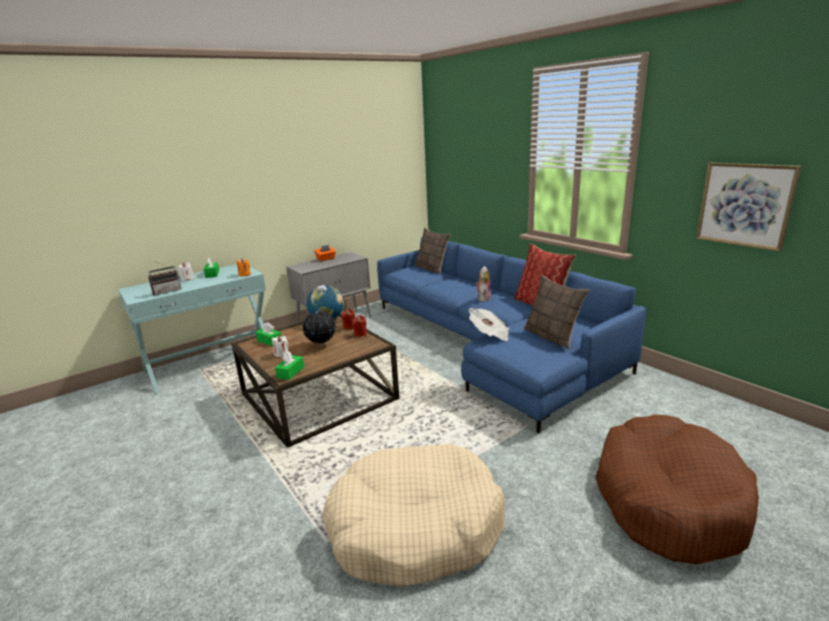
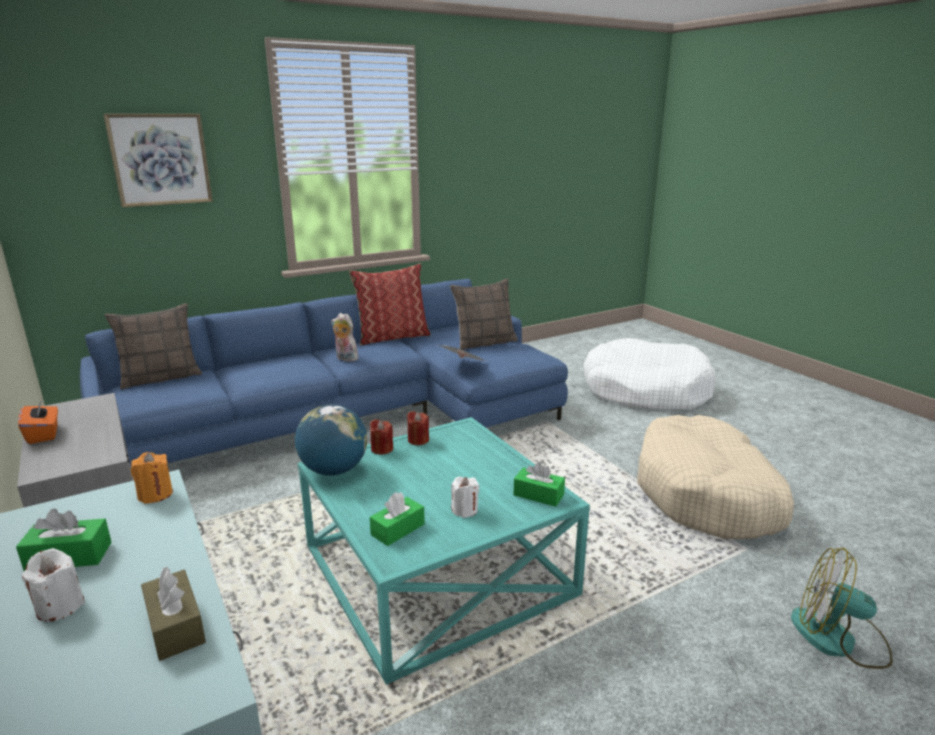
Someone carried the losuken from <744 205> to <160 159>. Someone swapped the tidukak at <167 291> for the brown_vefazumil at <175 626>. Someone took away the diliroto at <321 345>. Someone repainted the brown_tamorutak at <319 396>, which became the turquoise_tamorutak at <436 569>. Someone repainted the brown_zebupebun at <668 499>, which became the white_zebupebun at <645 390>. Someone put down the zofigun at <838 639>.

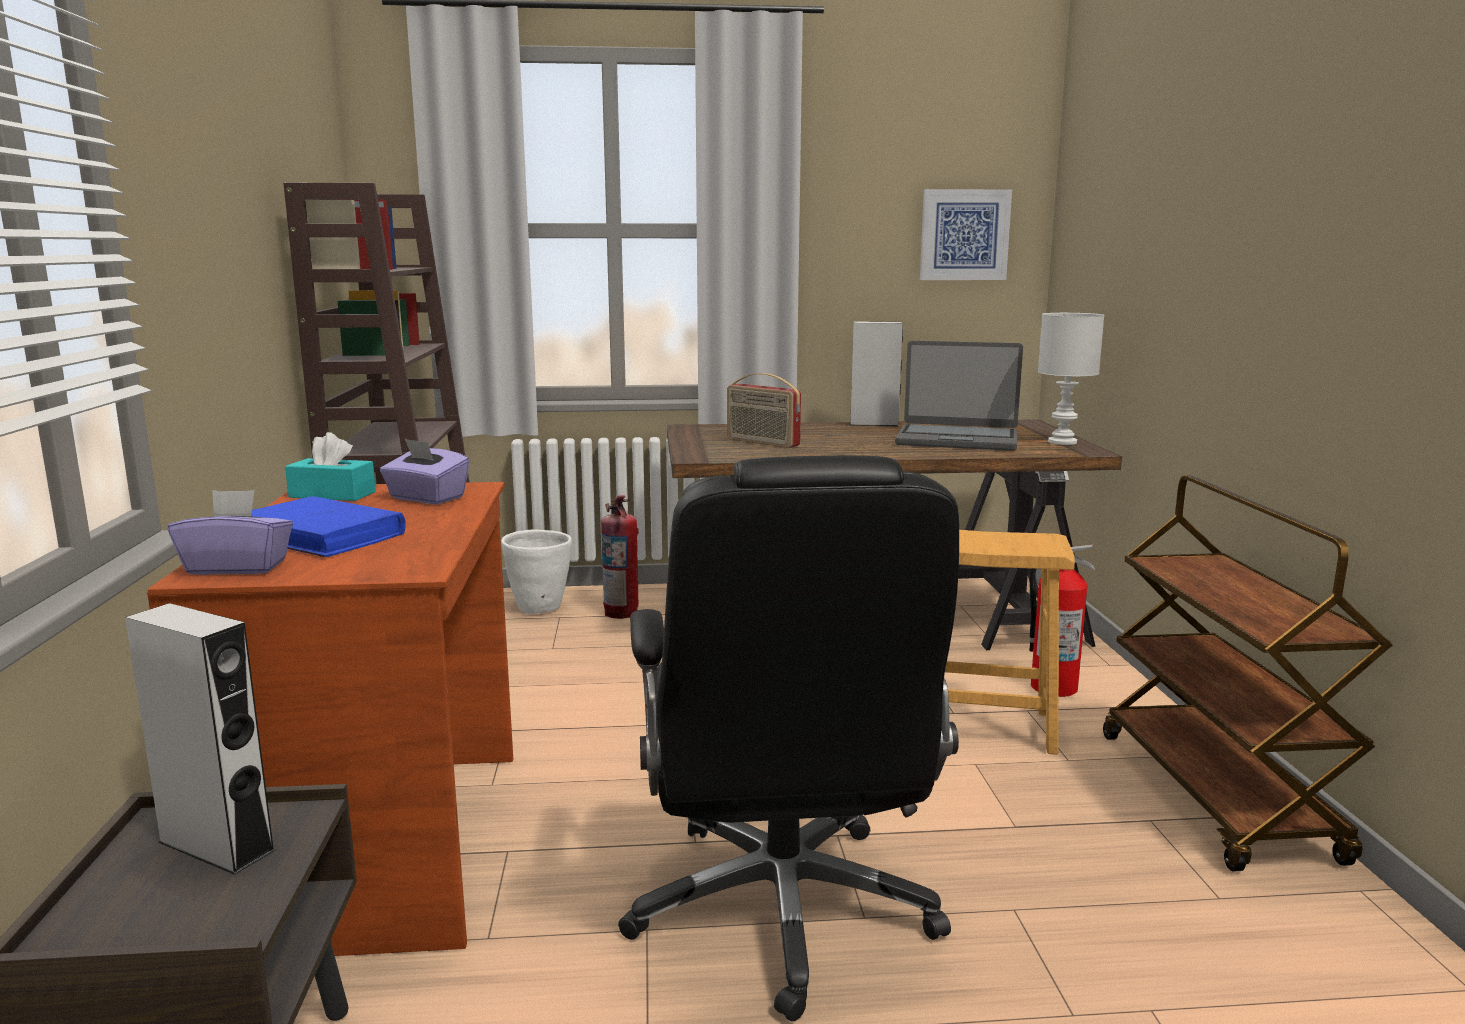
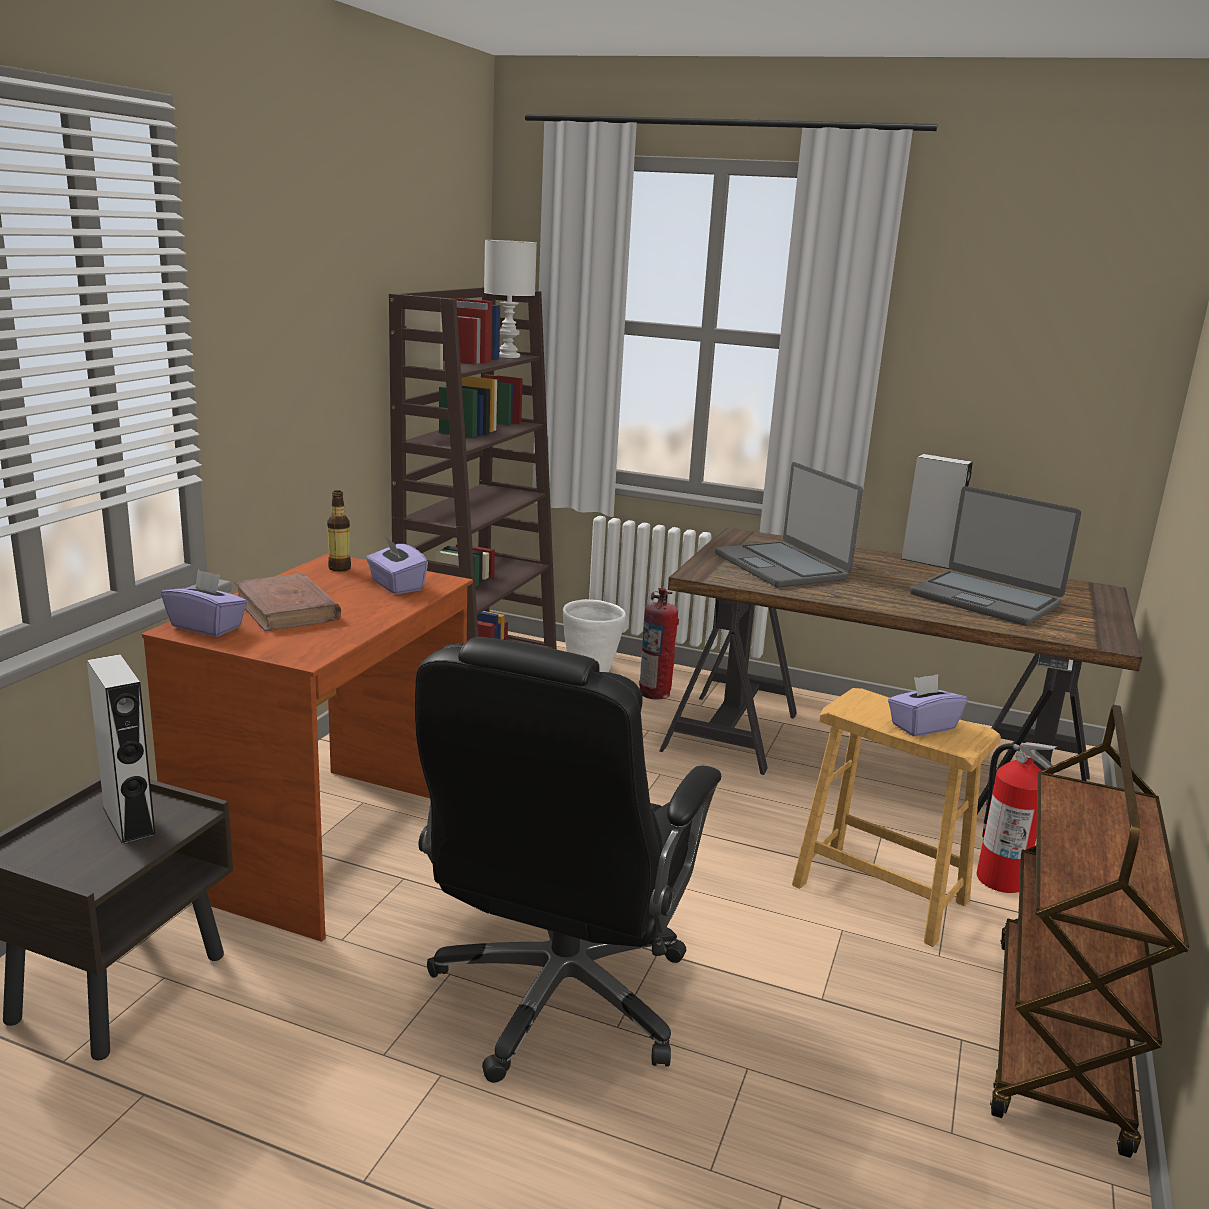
Someone took away the losuken at <964 235>. Someone carried the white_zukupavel from <1062 442> to <507 356>. Someone swapped the tidukak at <762 443> for the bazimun at <782 566>. Someone swapped the turquoise_vefazumil at <332 494> for the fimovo at <339 568>. Someone repainted the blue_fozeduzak at <321 535>, which became the brown_fozeduzak at <287 609>. Someone put down the purple_vefazumil at <922 726>.

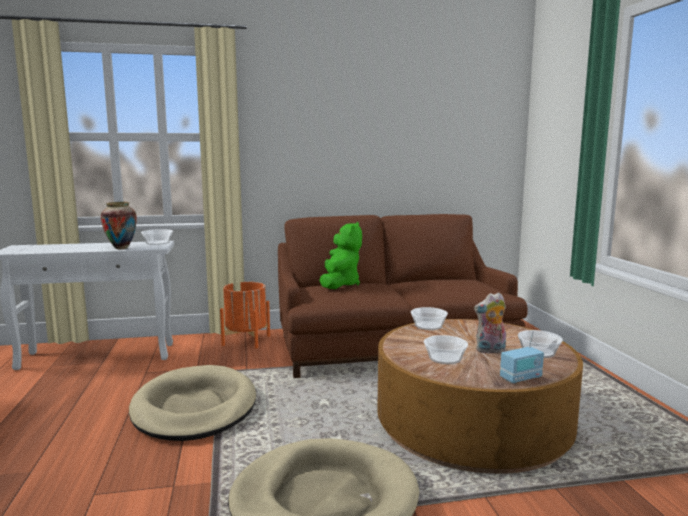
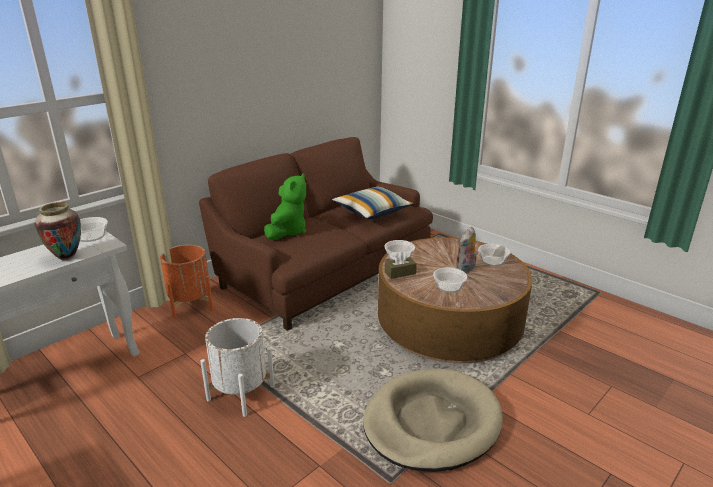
Someone rotated the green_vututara at <339 284> by 45 degrees clockwise. Someone took away the tidukak at <521 378>. Someone swapped the beige_zebupebun at <194 408> for the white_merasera at <241 393>. Someone put down the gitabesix at <372 211>. Someone put down the brown_vefazumil at <400 273>.

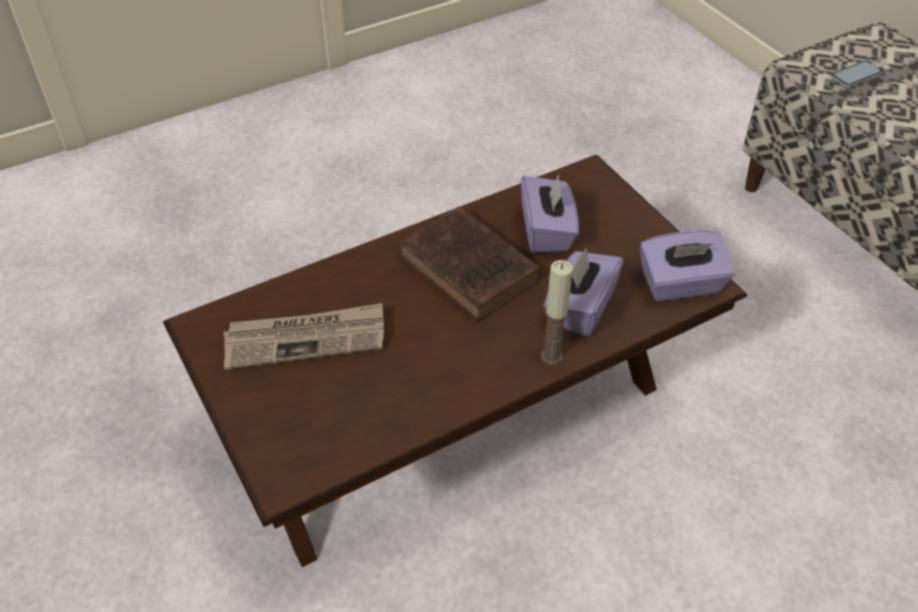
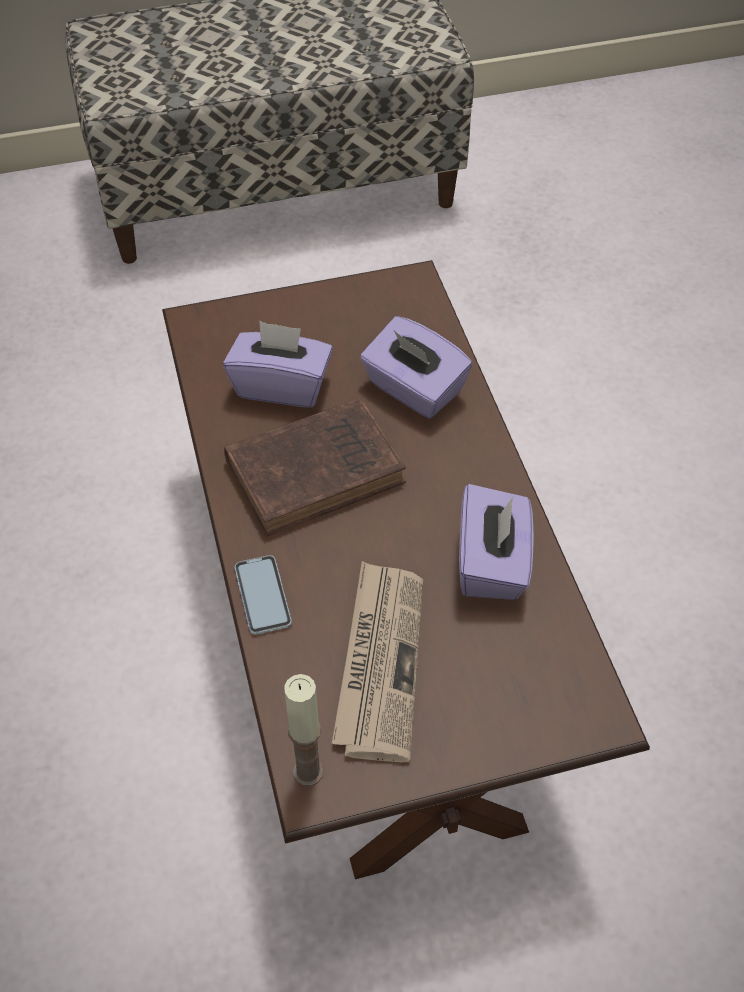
Someone carried the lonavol from <856 75> to <263 596>. Someone carried the purple_vefazumil from <680 285> to <492 563>. Someone carried the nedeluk from <551 356> to <308 772>.

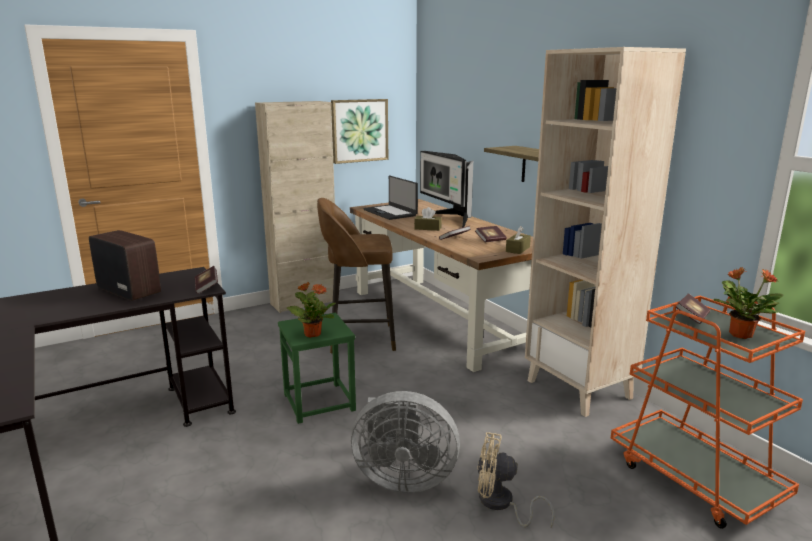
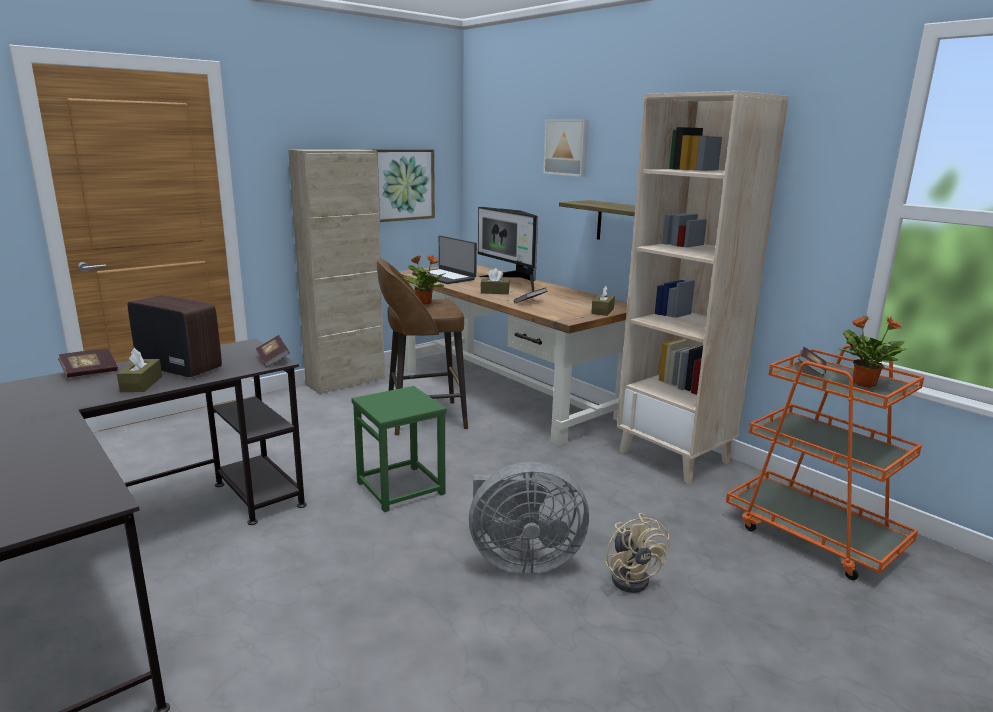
Someone carried the fozeduzak from <490 240> to <90 372>. Someone carried the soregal from <312 334> to <423 303>. Someone rotated the beige_zofigun at <501 504> by 105 degrees counterclockwise. Someone put up the losuken at <567 147>. Someone put down the brown_vefazumil at <141 384>.

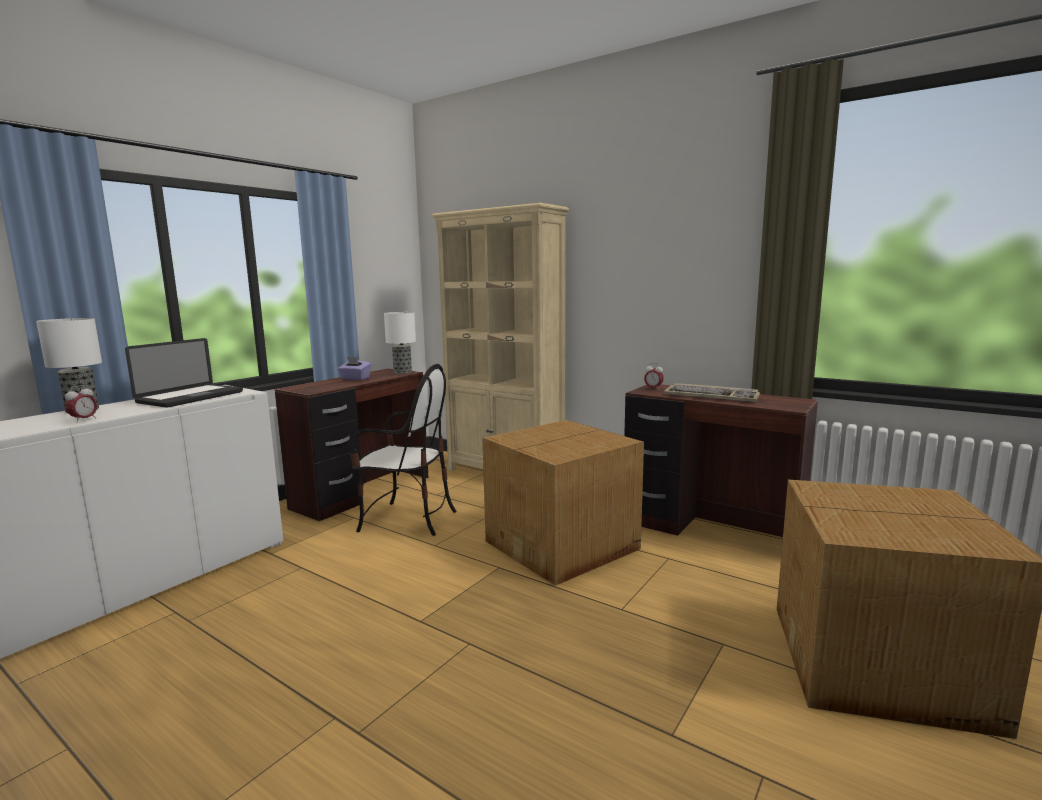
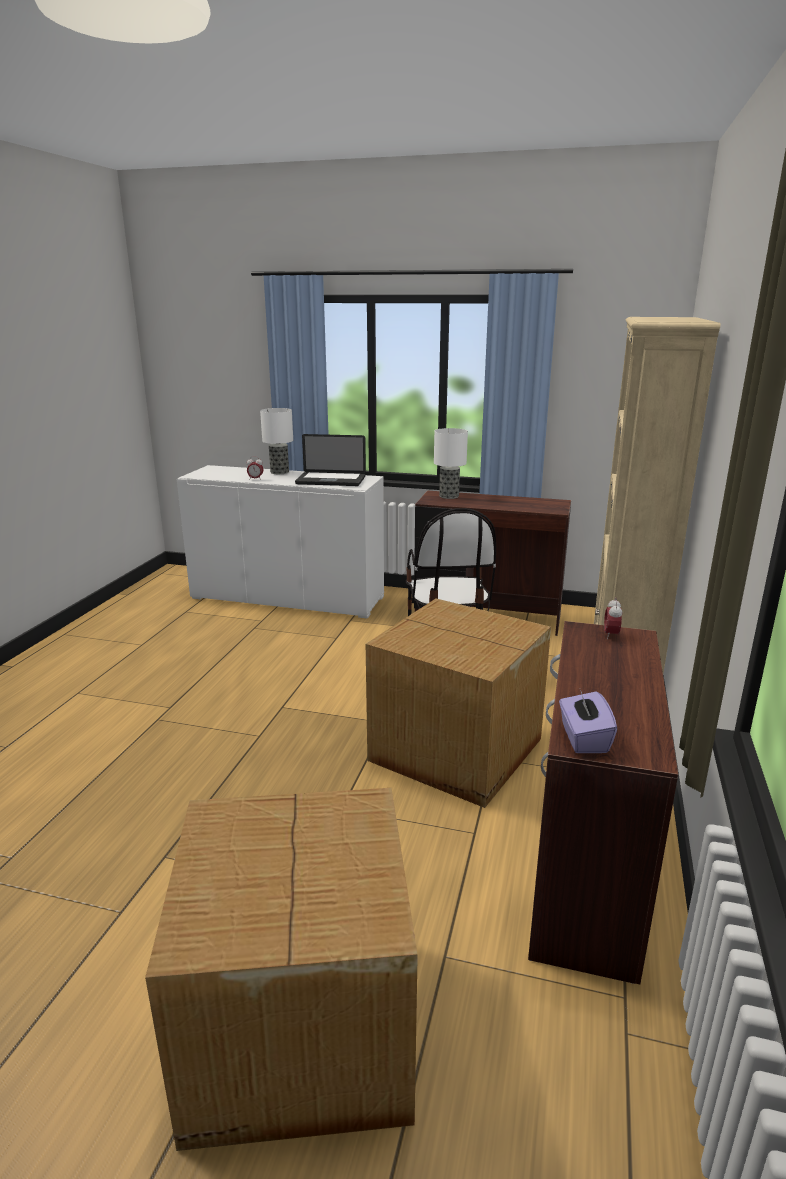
Someone carried the zukupavel from <403 372> to <449 496>. Someone carried the purple_vefazumil from <355 379> to <583 738>. Someone took away the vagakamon at <712 396>.

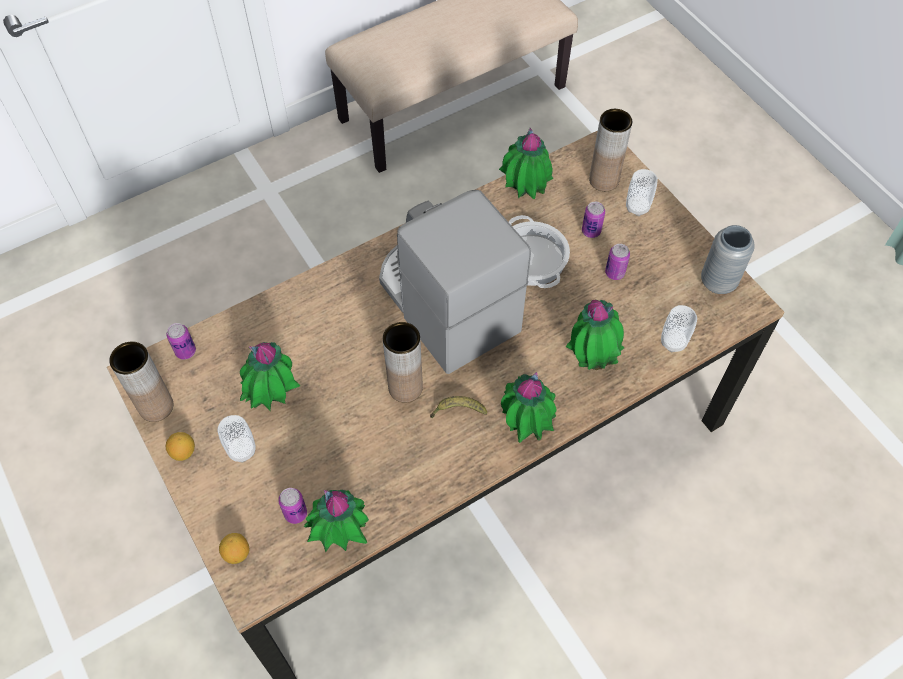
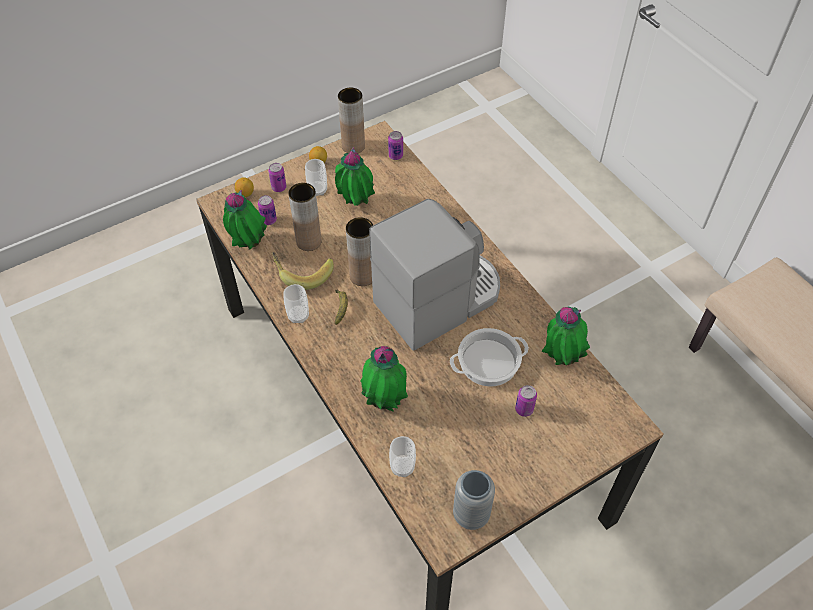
Someone carried the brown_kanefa from <604 180> to <308 241>. Someone carried the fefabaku from <637 207> to <298 316>. Someone carried the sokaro from <614 273> to <279 187>. Someone took away the soregal at <524 428>. Someone put down the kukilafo at <303 274>.

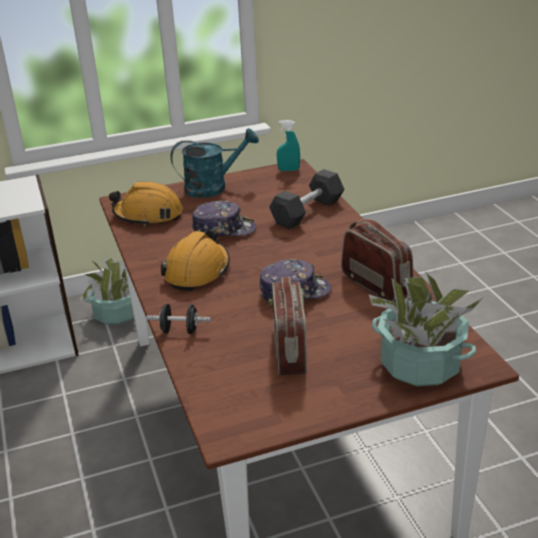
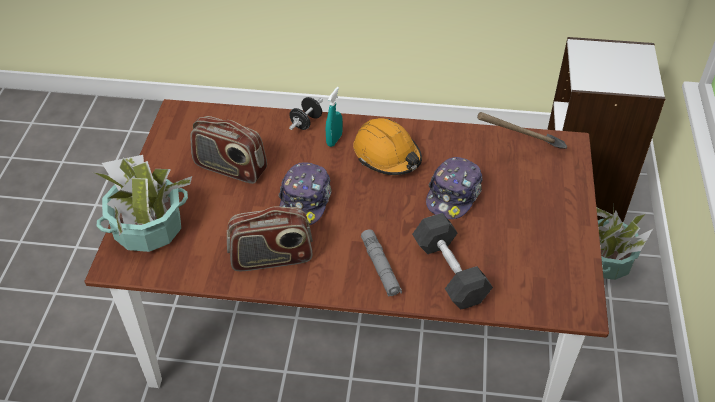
Someone carried the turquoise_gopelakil from <288 170> to <334 140>. Someone took away the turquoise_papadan at <213 187>. Someone swapped the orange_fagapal at <148 215> for the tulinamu at <521 154>. Someone put down the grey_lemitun at <380 267>.

